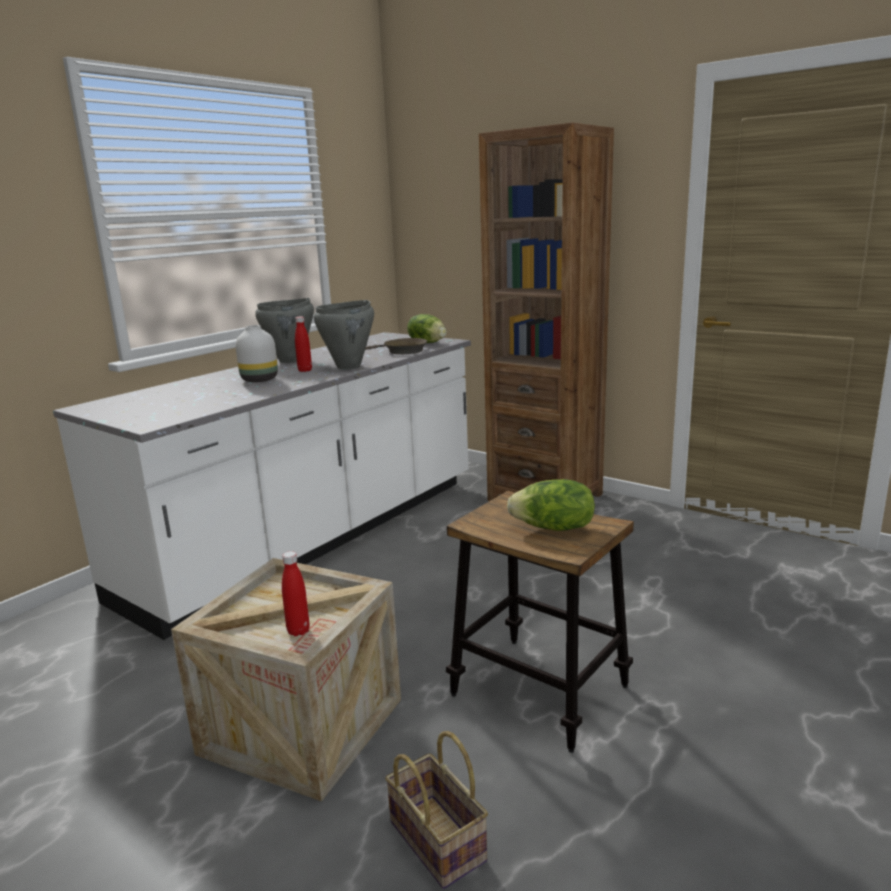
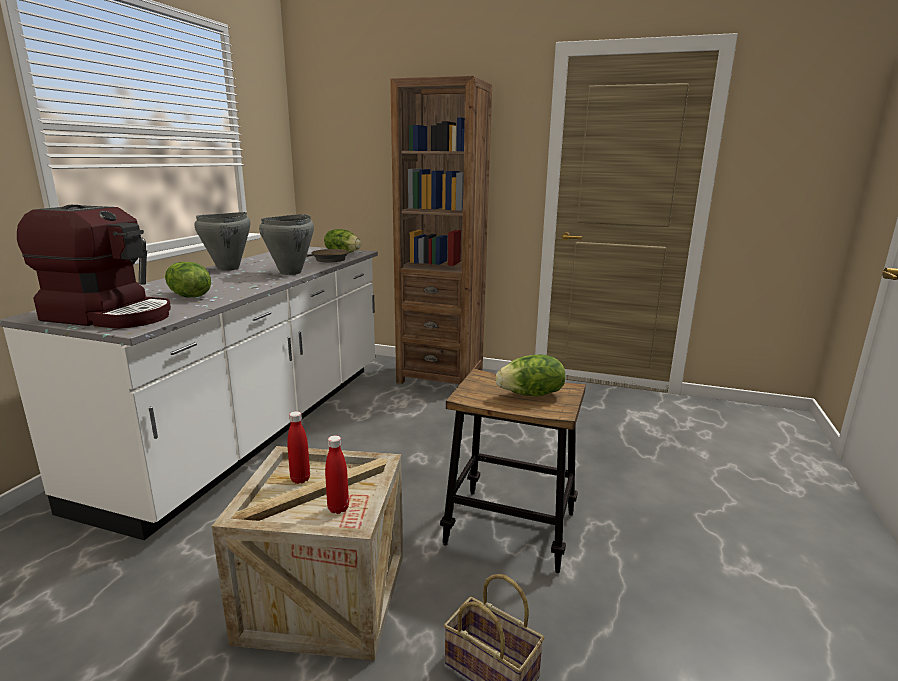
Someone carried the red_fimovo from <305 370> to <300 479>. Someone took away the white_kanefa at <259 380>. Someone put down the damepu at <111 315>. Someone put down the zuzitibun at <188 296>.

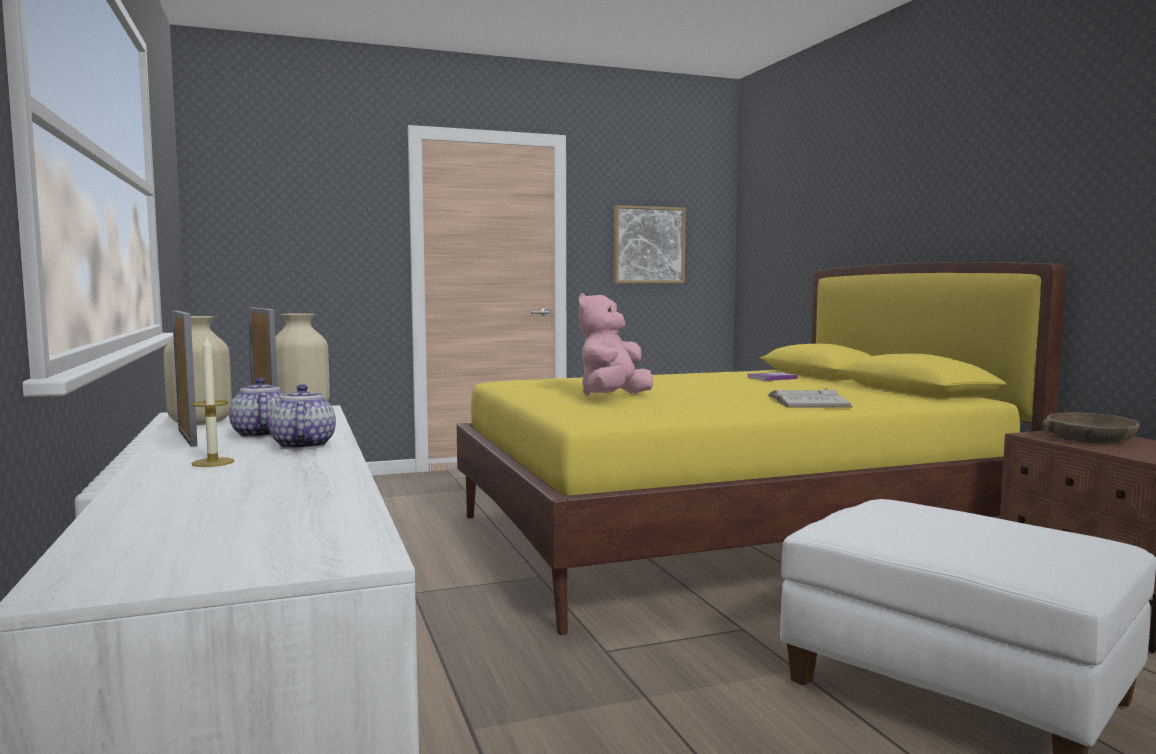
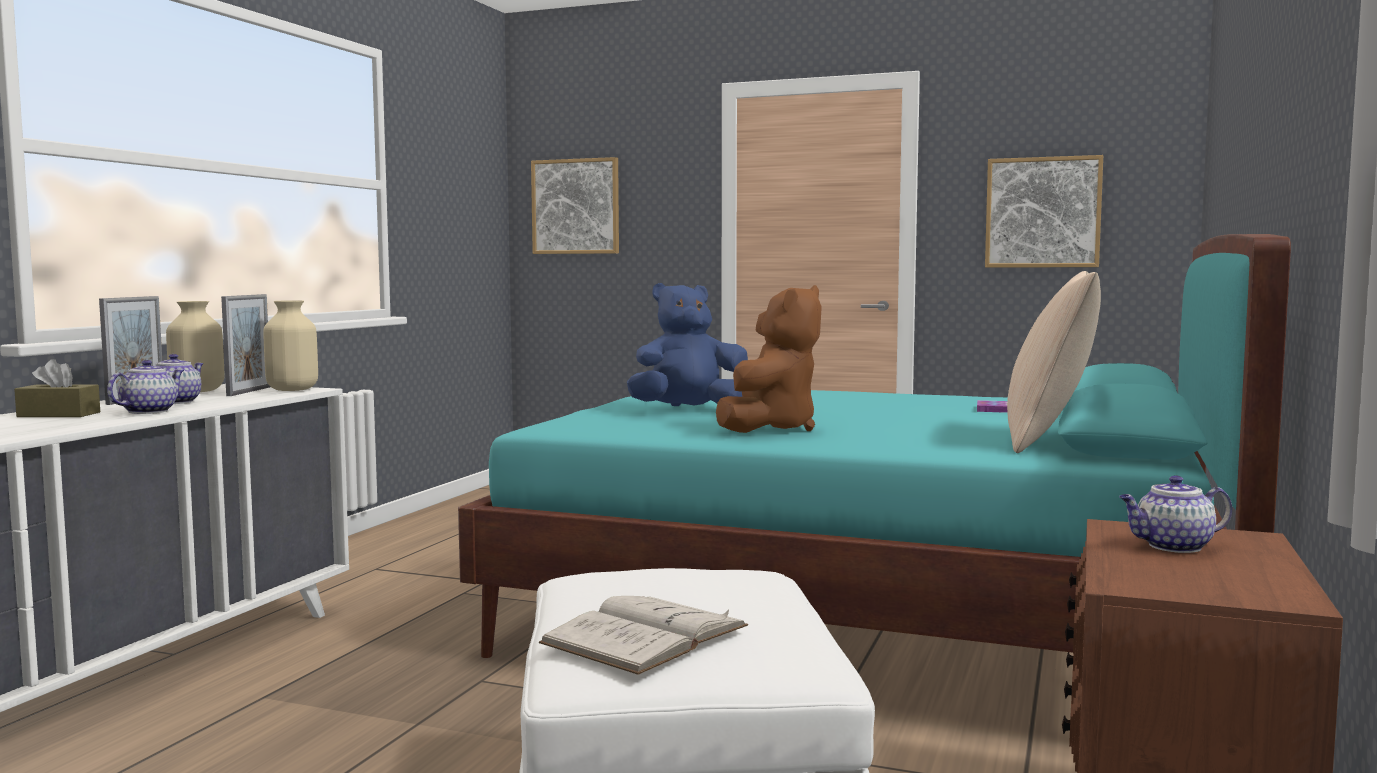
Someone repainted the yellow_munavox at <724 538>, which became the turquoise_munavox at <867 621>. Someone repainted the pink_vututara at <613 397>, which became the blue_vututara at <688 410>. Someone swapped the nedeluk at <213 462> for the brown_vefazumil at <59 414>. Someone carried the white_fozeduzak from <808 401> to <645 634>. Someone swapped the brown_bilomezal at <1090 440> for the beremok at <1172 547>. Someone put up the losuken at <576 206>. Someone put down the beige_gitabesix at <1048 440>. Someone put down the brown_vututara at <770 428>.

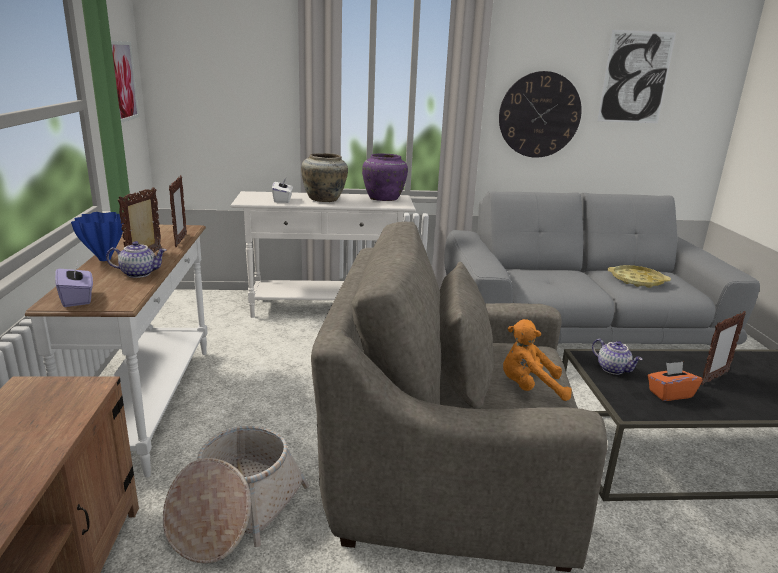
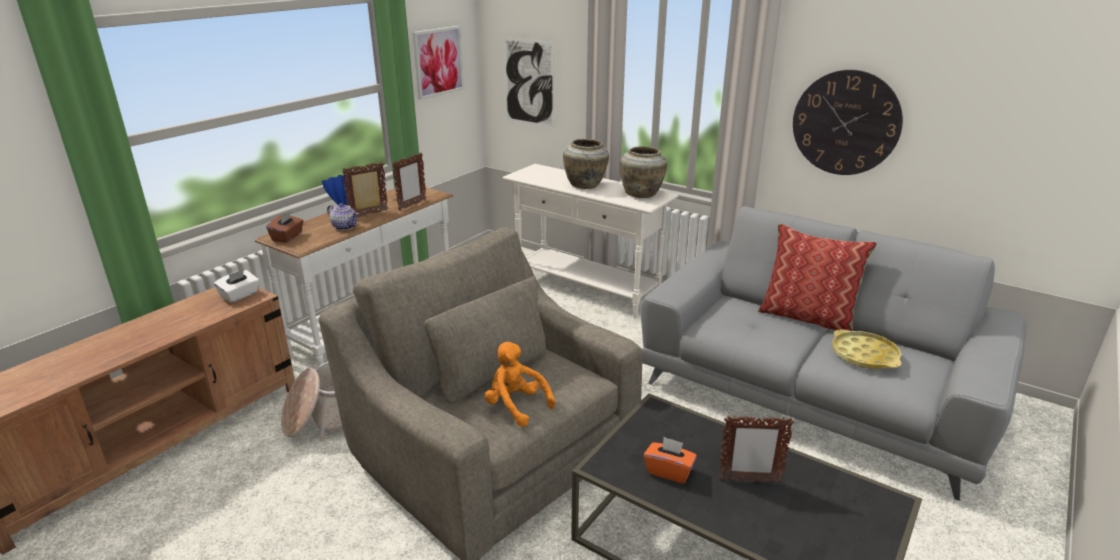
Someone carried the losuken from <635 77> to <528 82>. Someone repainted the purple_kanefa at <384 199>, which became the beige_kanefa at <642 194>. Someone carried the white_vefazumil from <283 200> to <240 295>. Someone repainted the purple_vefazumil at <77 299>, which became the brown_vefazumil at <288 237>. Someone took away the beremok at <613 369>. Someone put down the gitabesix at <807 317>.

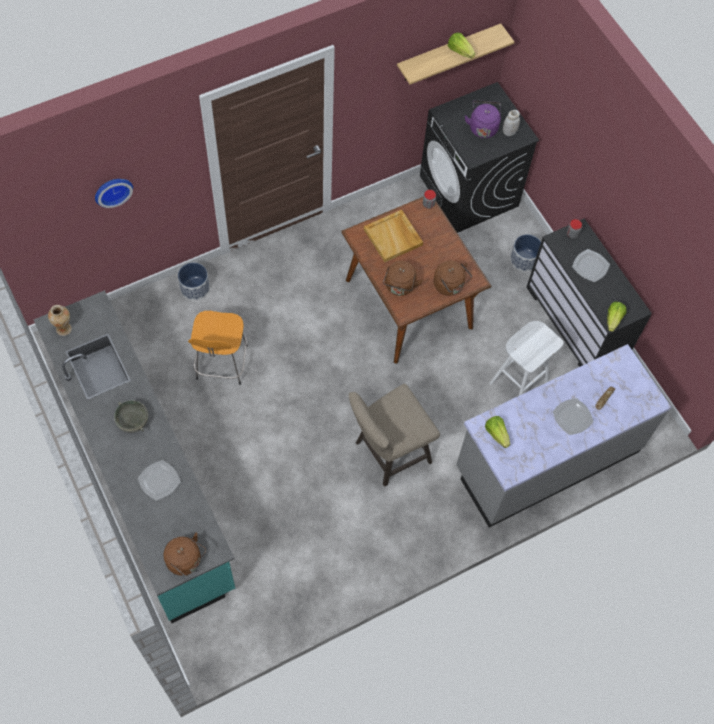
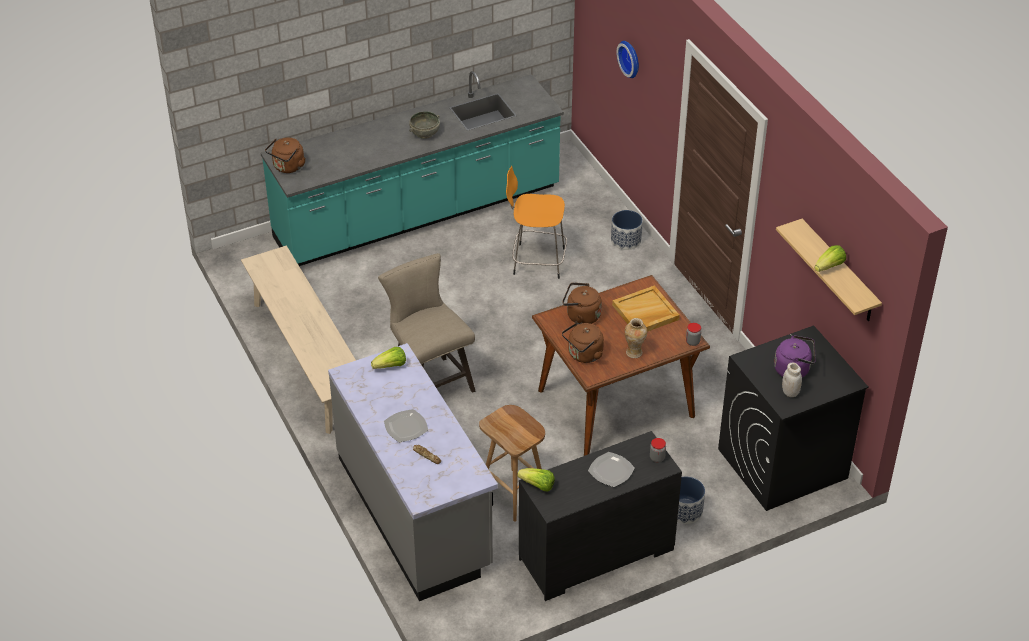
Someone carried the kanefa from <64 329> to <634 353>. Someone repainted the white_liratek at <518 381>, which became the brown_liratek at <515 495>. Someone took away the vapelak at <159 480>. Someone put down the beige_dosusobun at <308 360>.

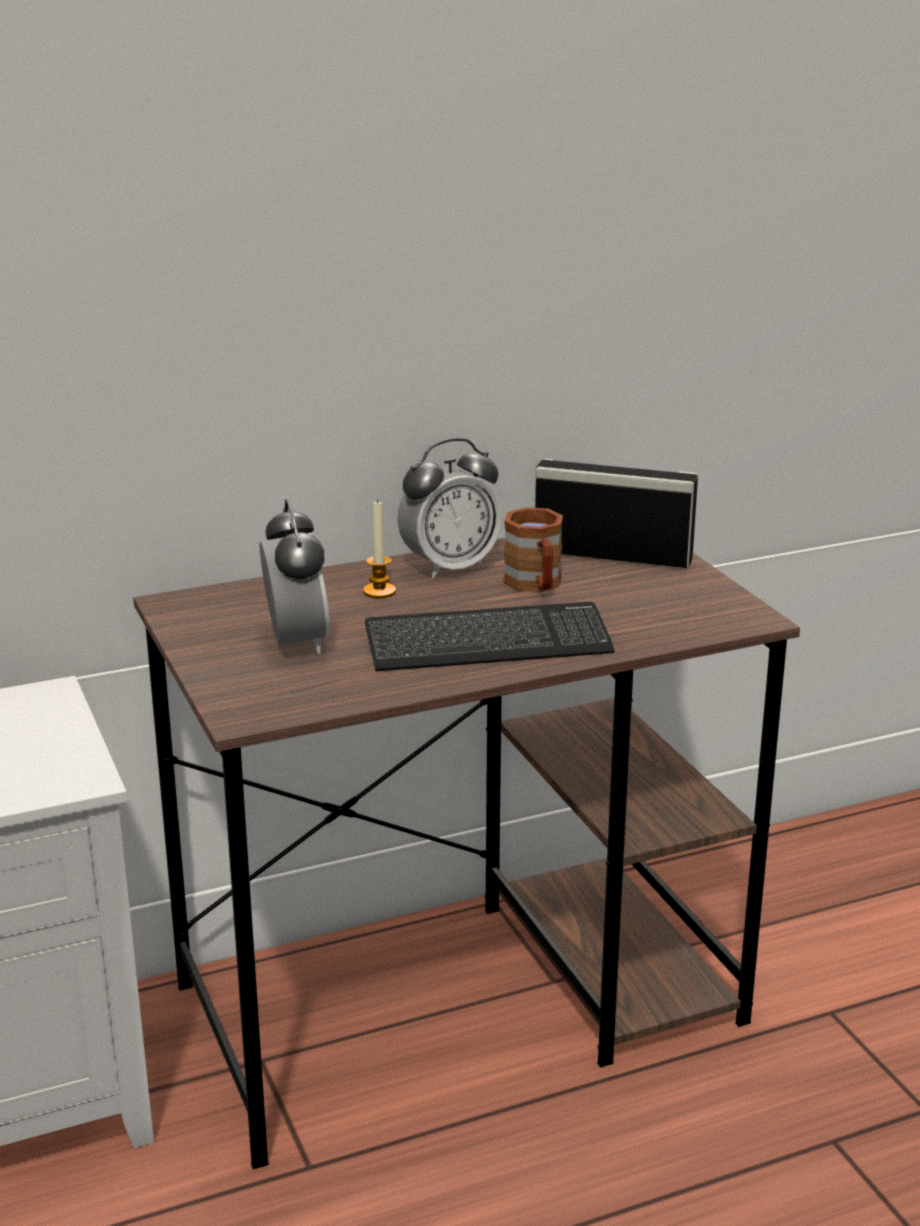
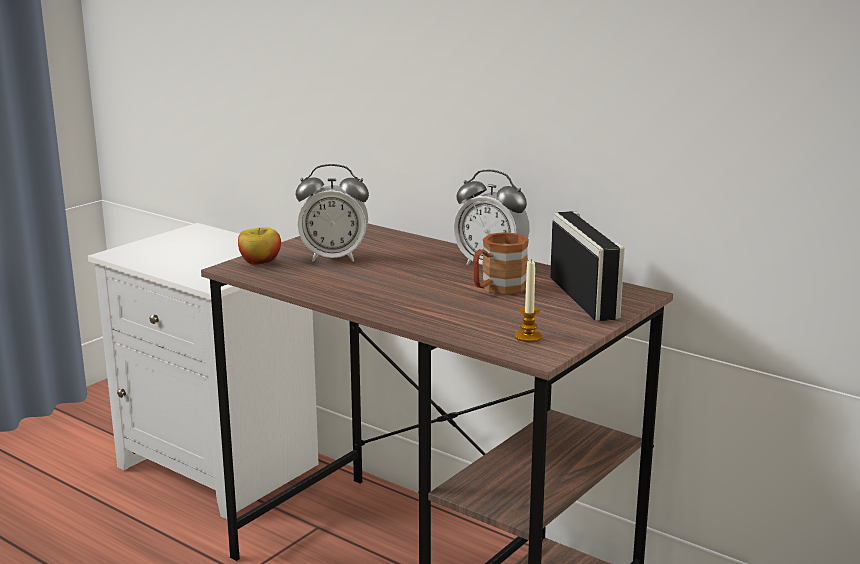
Someone rotated the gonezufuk at <297 643> by 45 degrees clockwise. Someone carried the nedeluk from <379 591> to <528 337>. Someone took away the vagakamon at <488 643>. Someone put down the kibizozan at <260 262>.

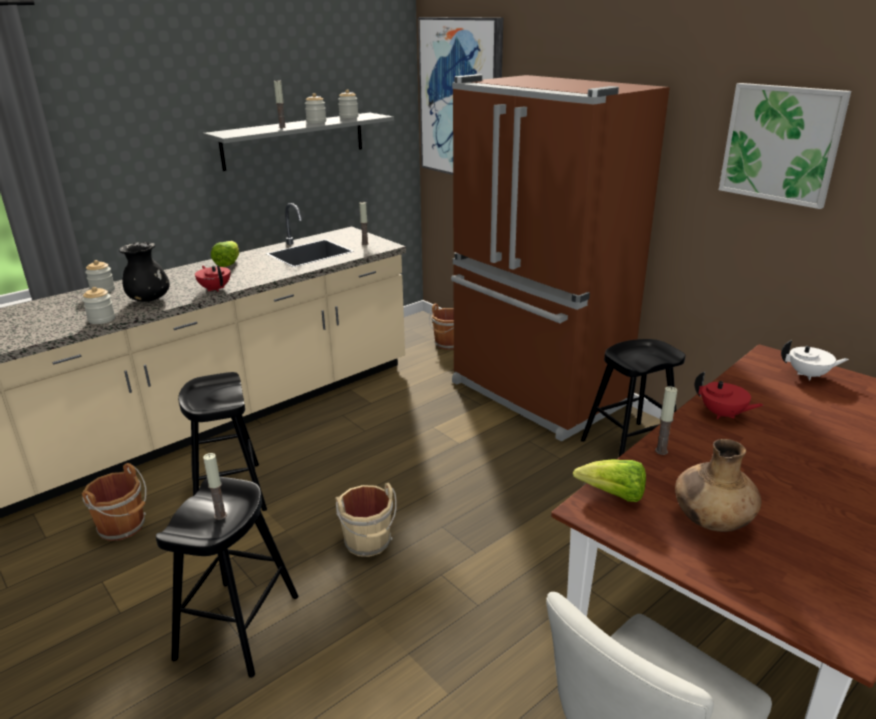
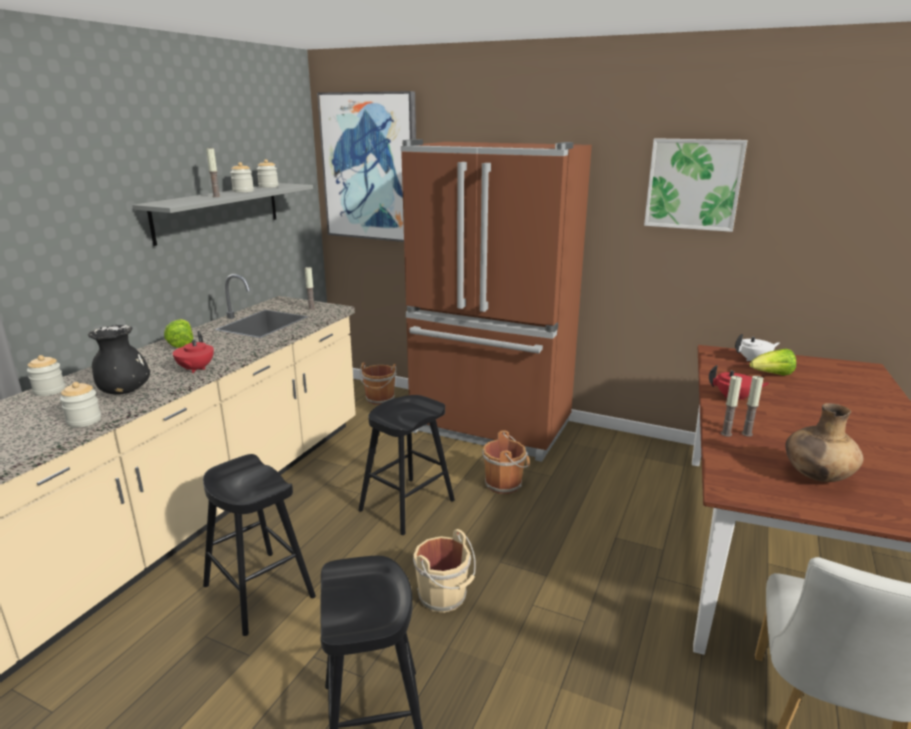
Someone rotated the red_beremok at <215 289> by 120 degrees counterclockwise. Someone carried the black_liratek from <629 446> to <407 505>. Someone carried the nedeluk from <220 515> to <747 434>. Someone carried the zuzitibun from <613 495> to <772 375>. Someone carried the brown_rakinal from <123 527> to <505 484>.

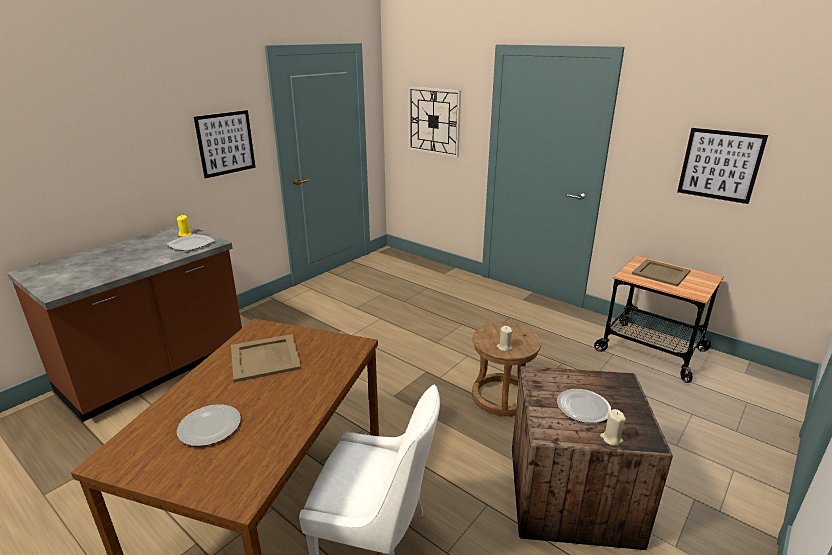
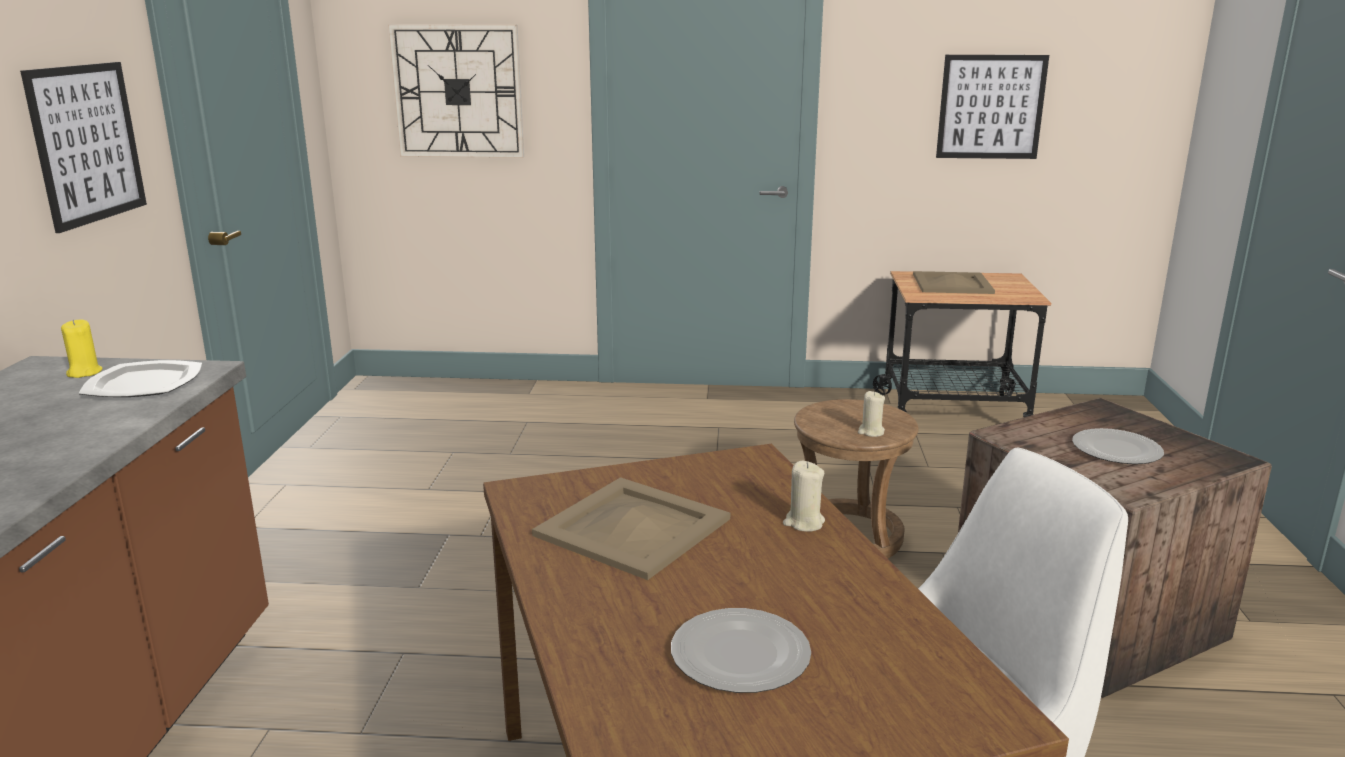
Someone carried the beige_nedeluk from <611 438> to <803 523>.

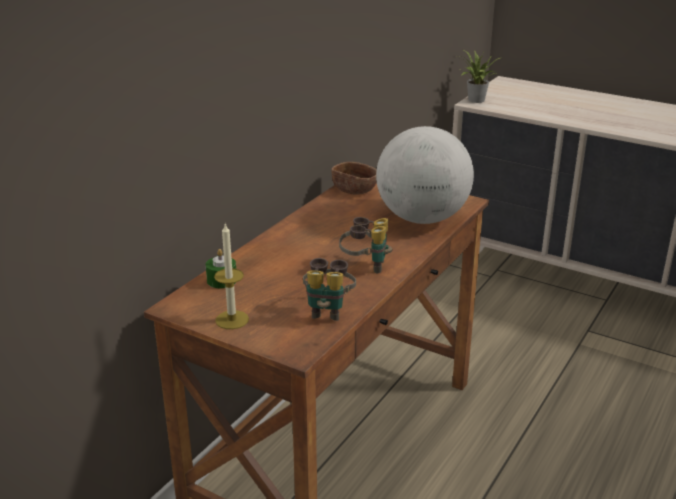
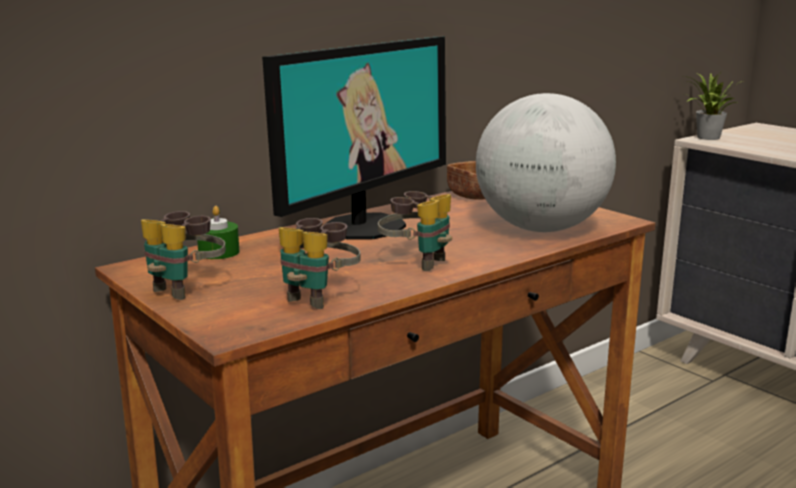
Someone swapped the nedeluk at <232 320> for the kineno at <185 288>. Someone put down the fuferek at <363 226>.

